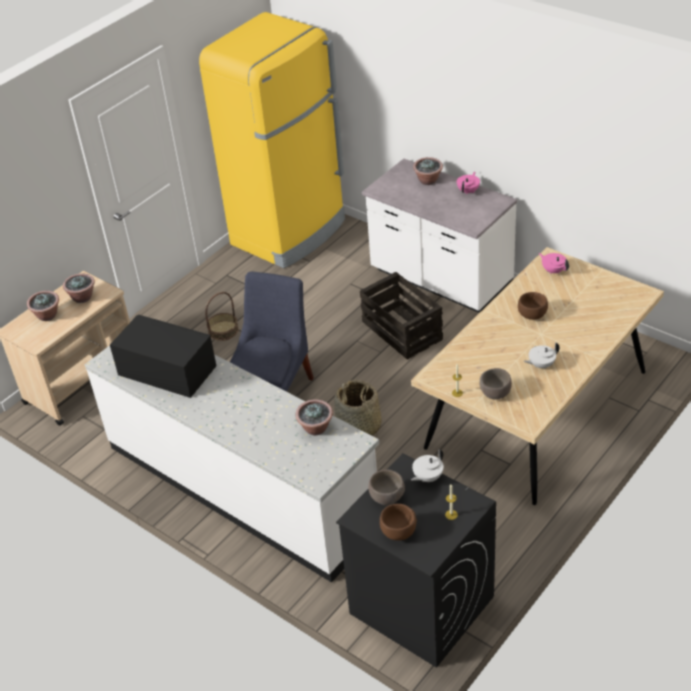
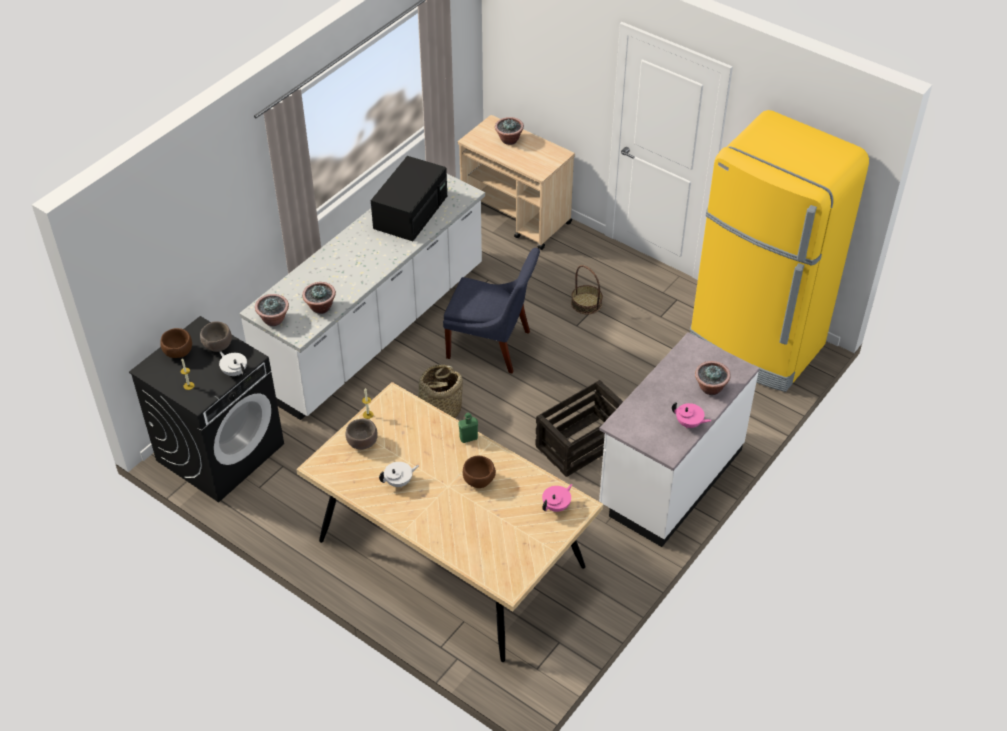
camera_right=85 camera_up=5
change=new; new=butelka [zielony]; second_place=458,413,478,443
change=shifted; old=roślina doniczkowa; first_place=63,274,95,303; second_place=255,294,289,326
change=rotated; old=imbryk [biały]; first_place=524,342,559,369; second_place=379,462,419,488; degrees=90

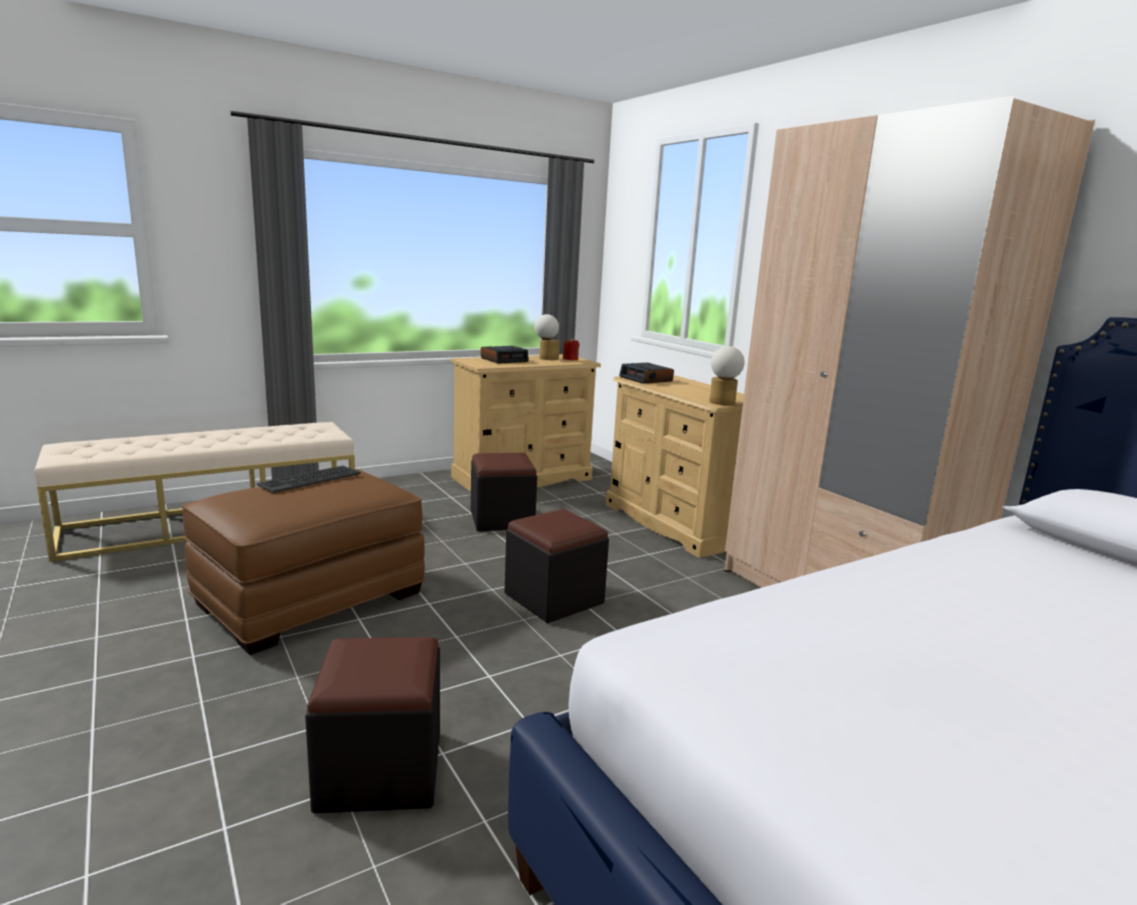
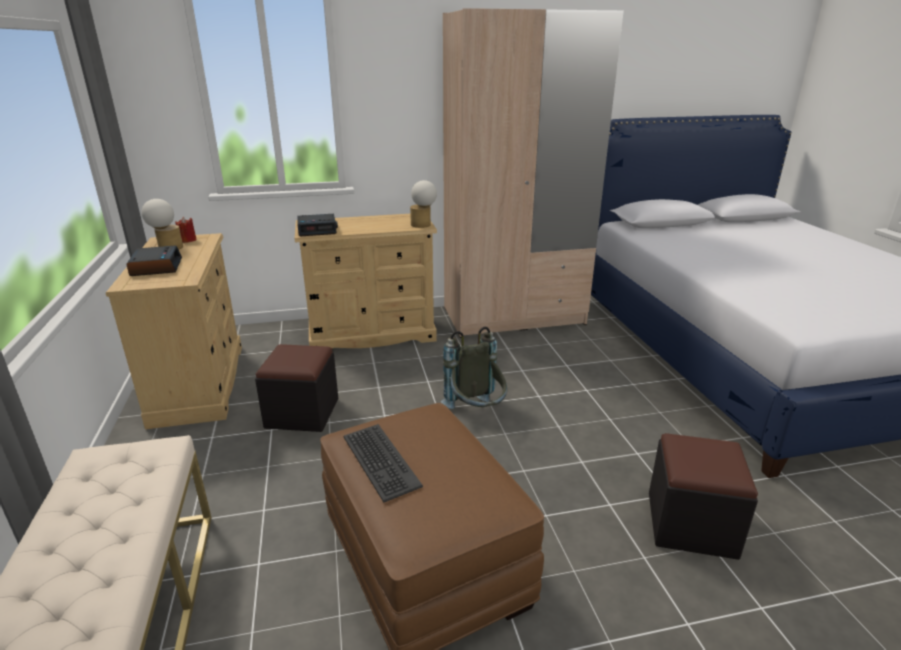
camera_right=-70 camera_up=10
change=swapped; old=pufa [czarny]; new=plecak [szary]; first_place=505,509,609,623; second_place=441,326,507,409

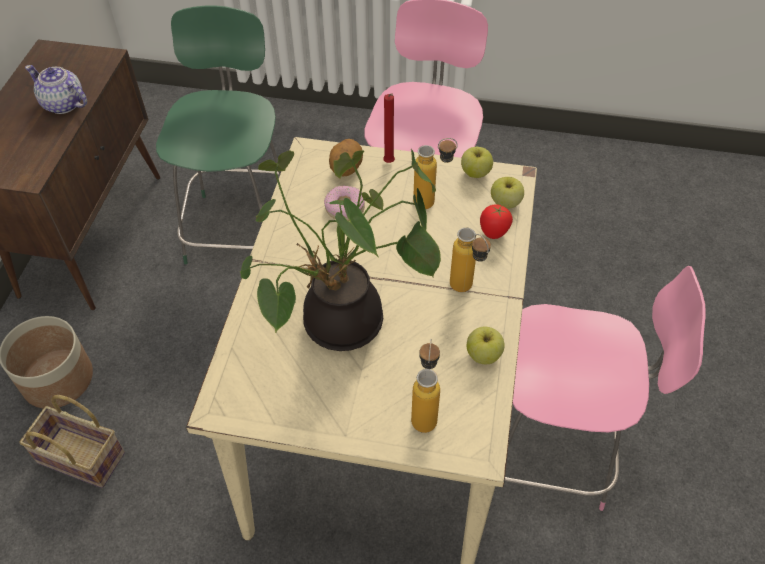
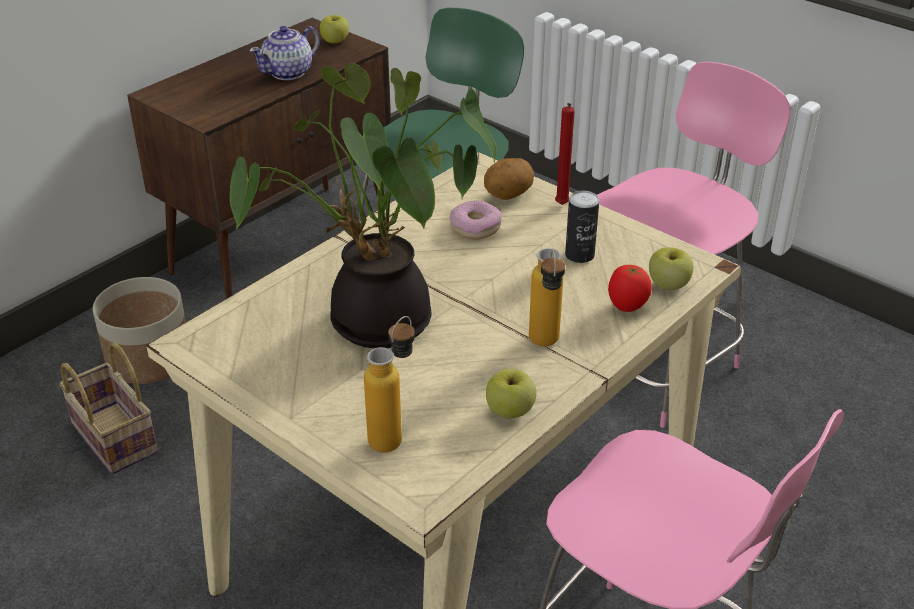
camera_right=30 camera_up=-15
change=shifted; old=jabłko; first_place=461,147,493,178; second_place=320,15,349,43
change=swapped; old=butelka; new=puszka; first_place=413,138,457,209; second_place=565,191,599,263
change=rotated; old=imbryk; first_place=25,65,87,114; second_place=249,26,320,80; degrees=-105

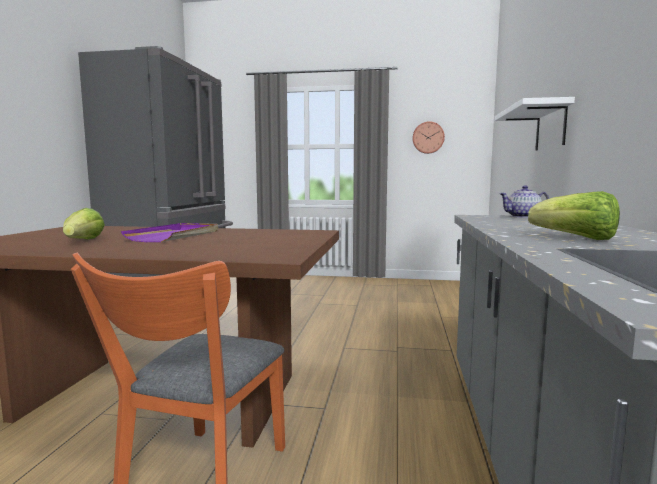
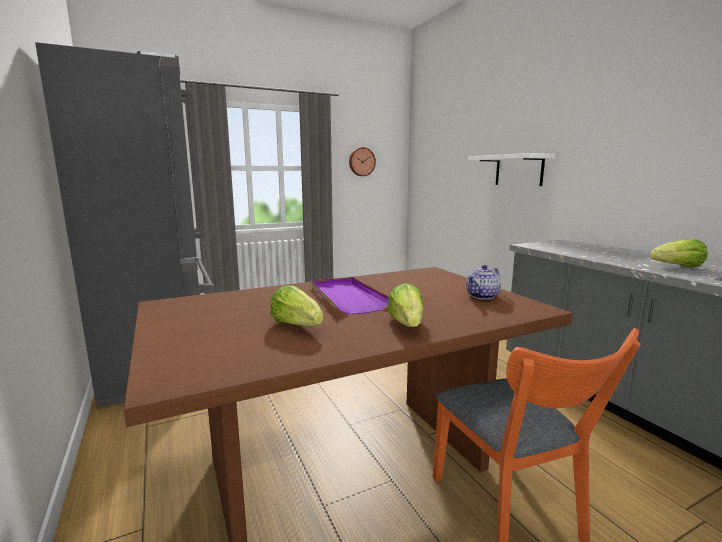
camera_right=-35 camera_up=5
change=new; new=sałata; second_place=387,283,423,327
change=shifted; old=imbryk; first_place=499,185,549,218; second_place=466,265,501,300

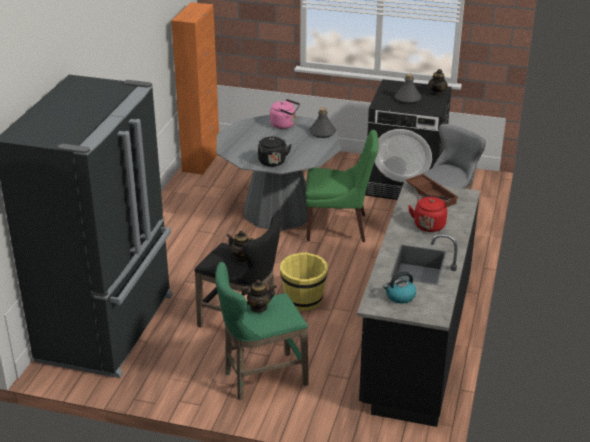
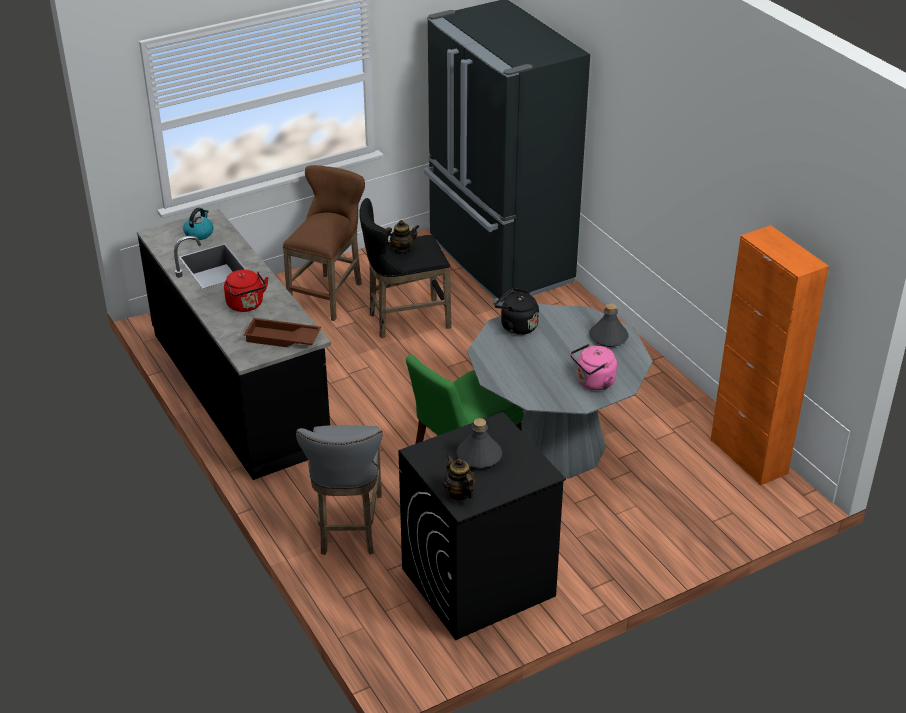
camera_right=135 camera_up=5
change=gone; old=imbryk; first_place=241,280,277,313
change=gone; old=wiadro [żółty]; first_place=280,253,328,311
change=shifted; old=butelka [szary]; first_place=309,107,336,138; second_place=589,303,629,347
change=repainted; old=stołek [zielony]; new=stołek [brązowy]; first_place=215,262,309,400; second_place=283,165,365,321

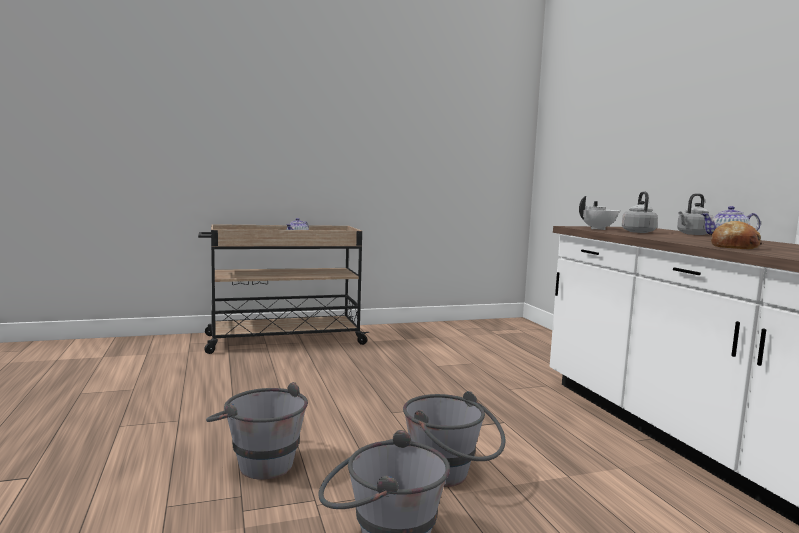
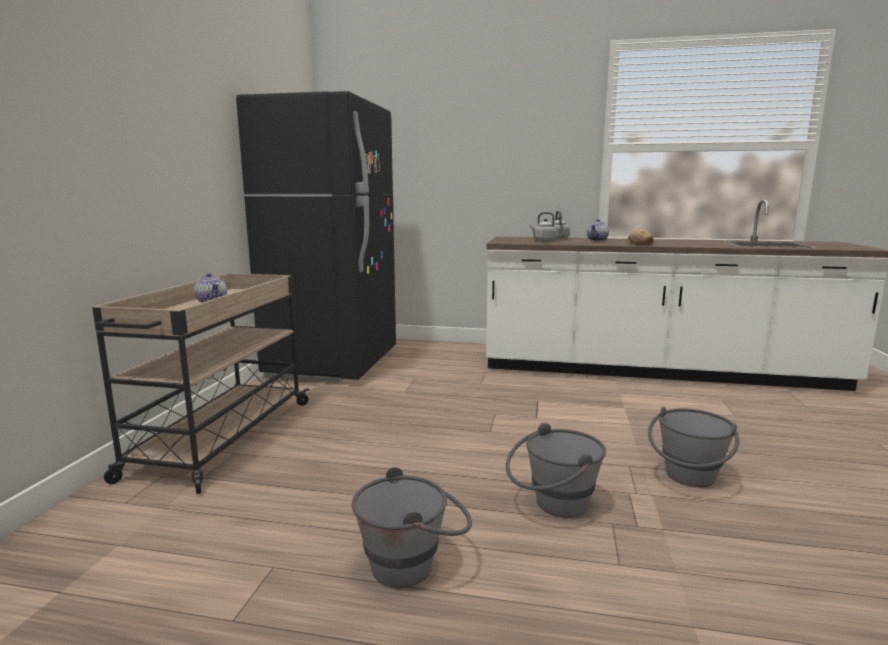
camera_right=-60 camera_up=5
change=gone; old=imbryk [biały]; first_place=579,196,621,230
change=new; new=lodówka [czarny]; second_place=236,91,396,383
change=shifted; old=wiadro [szary]; first_place=403,391,505,487; second_place=352,467,472,588

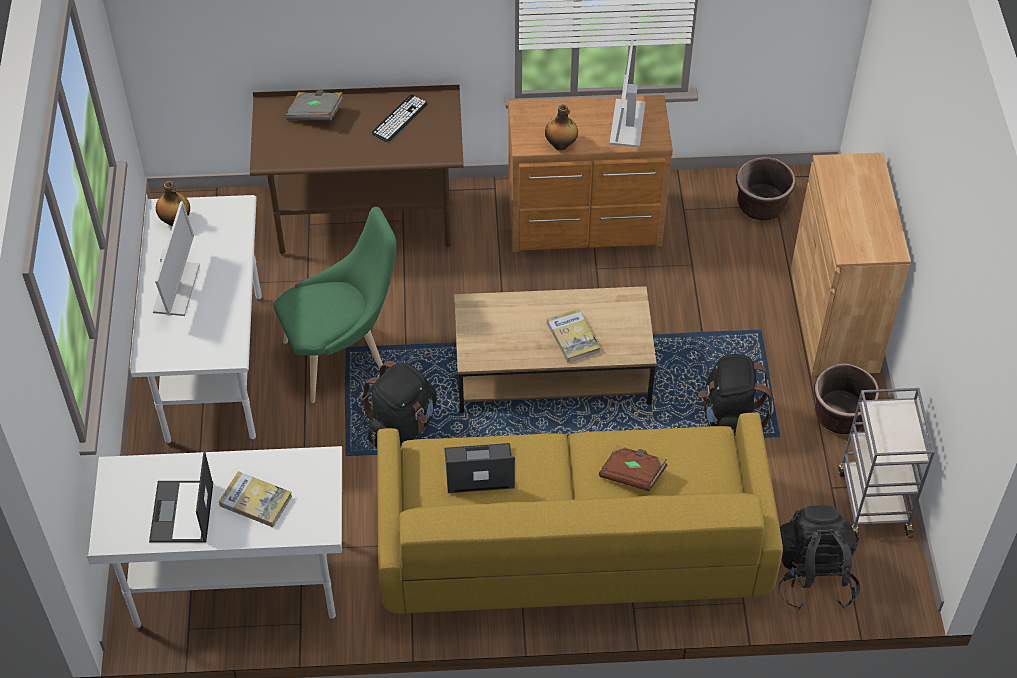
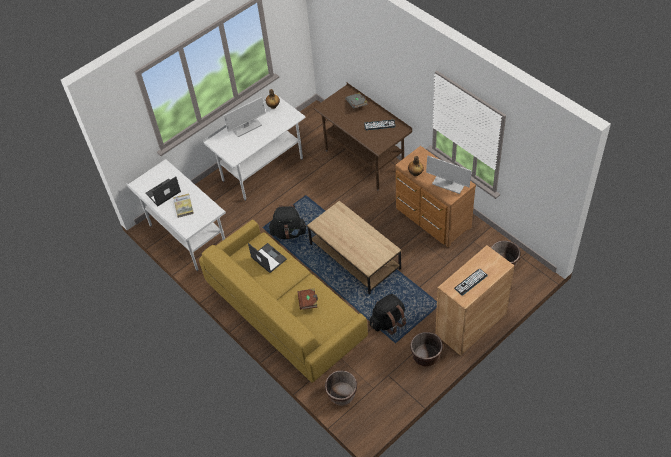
camera_right=55 camera_up=0
change=gone; old=krzesło [zielony]; first_place=274,207,397,403
change=gone; old=książka; first_place=547,308,600,362
change=gone; old=wózek [szary]; first_place=838,388,935,539
change=new; new=klawiatura; second_place=454,268,488,296
change=swapped; old=plecak [czarny]; new=donica [brązowy]; first_place=778,505,860,611; second_place=325,370,357,406
change=rotated; old=monitor; first_place=610,39,645,147; second_place=426,156,472,194; degrees=-120

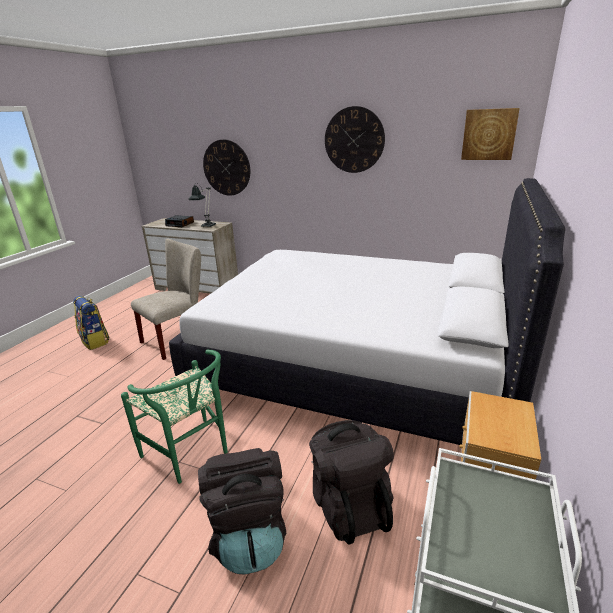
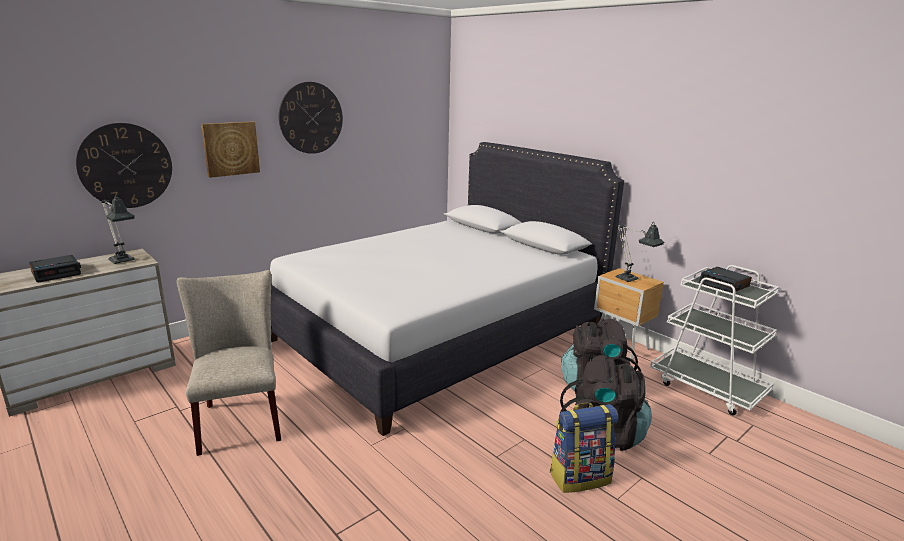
camera_right=-65 camera_up=-5
change=gone; old=krzesło [zielony]; first_place=121,349,228,484
change=new; new=lampa stołowa; second_place=615,224,664,282
change=new; new=budzik; second_place=699,267,752,293
change=shifted; old=plecak; first_place=73,296,110,350; second_place=550,403,618,493
change=shifted; old=obraz; first_place=461,108,520,160; second_place=201,121,260,178

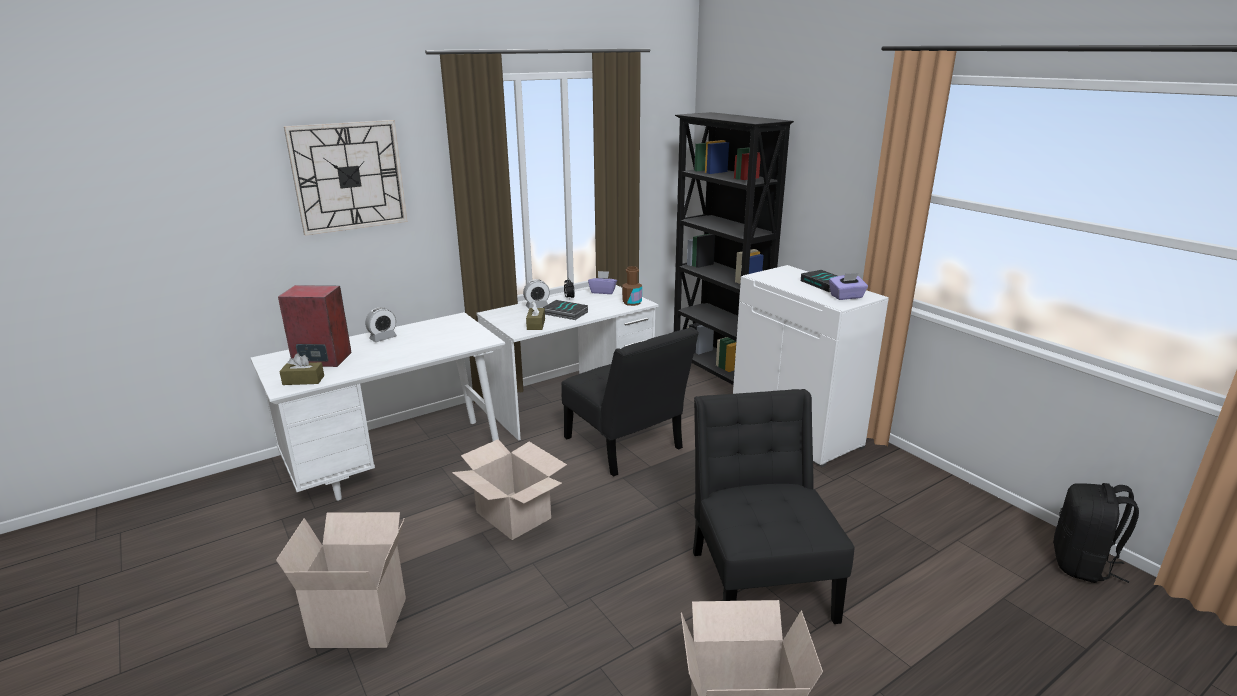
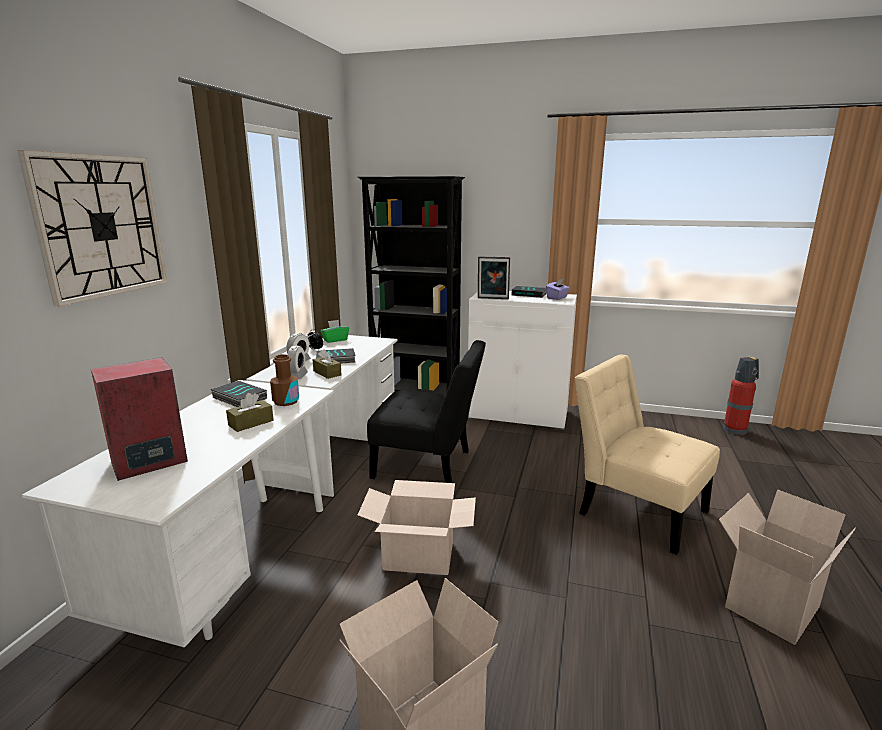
camera_right=-40 camera_up=-5
change=new; new=książka; second_place=211,381,267,407
change=new; new=ramka na zdjęcie; second_place=478,257,510,299
change=shifted; old=pudełko chusteczek [brązowy]; first_place=279,353,324,385; second_place=226,393,274,432
change=shifted; old=budzik; first_place=365,307,397,342; second_place=287,345,308,379
change=shifted; old=butelka [brązowy]; first_place=622,266,642,306; second_place=270,354,299,406
change=swapped; old=plecak [czarny]; new=gaśnica; first_place=1053,483,1139,583; second_place=723,357,759,435
change=repainted; old=pudełko chusteczek [fioletowy]; new=pudełko chusteczek [zielony]; first_place=588,271,617,294; second_place=320,320,349,343
change=repainted; old=krzesło [czarny]; new=krzesło [beżowy]; first_place=693,389,854,624; second_place=575,355,720,555

